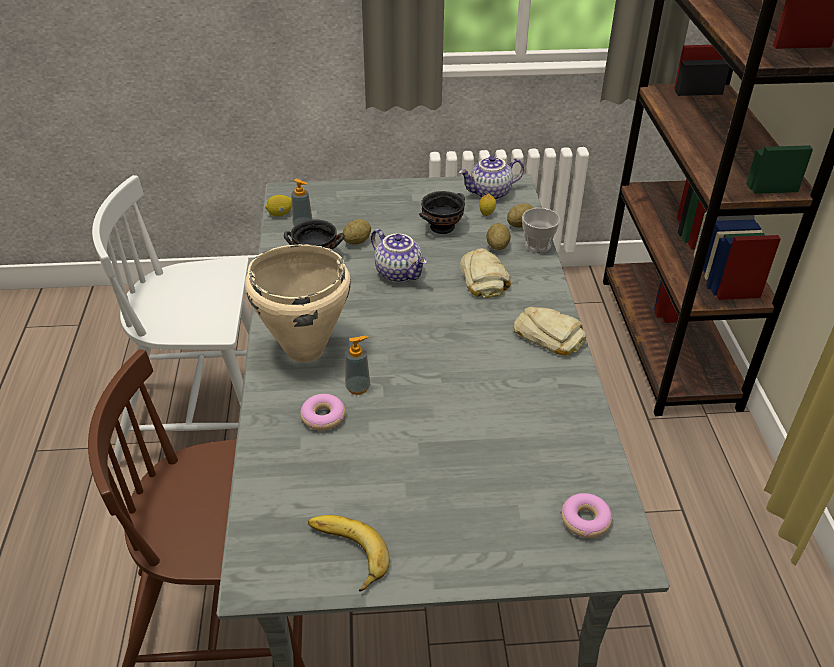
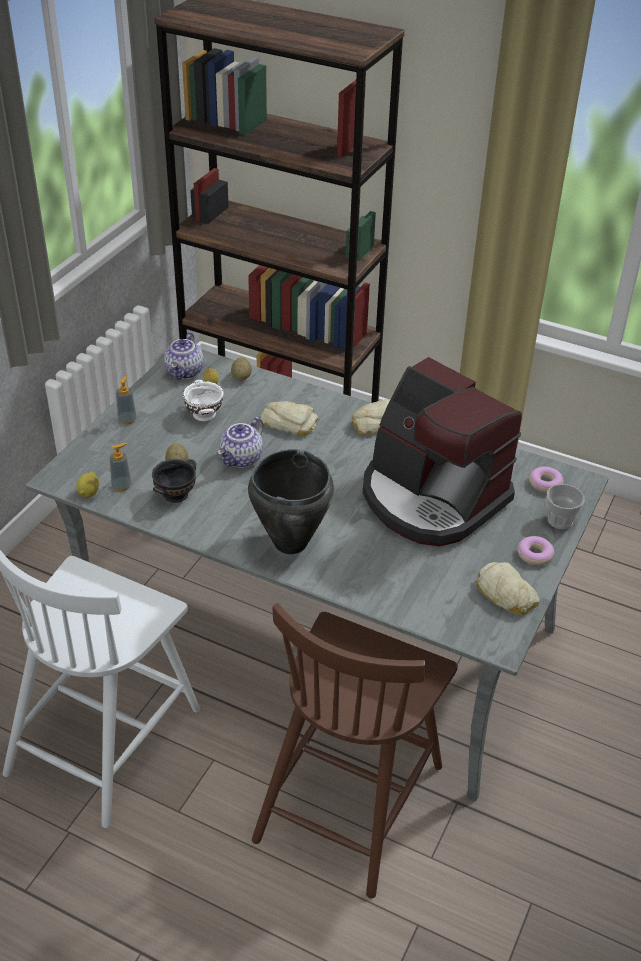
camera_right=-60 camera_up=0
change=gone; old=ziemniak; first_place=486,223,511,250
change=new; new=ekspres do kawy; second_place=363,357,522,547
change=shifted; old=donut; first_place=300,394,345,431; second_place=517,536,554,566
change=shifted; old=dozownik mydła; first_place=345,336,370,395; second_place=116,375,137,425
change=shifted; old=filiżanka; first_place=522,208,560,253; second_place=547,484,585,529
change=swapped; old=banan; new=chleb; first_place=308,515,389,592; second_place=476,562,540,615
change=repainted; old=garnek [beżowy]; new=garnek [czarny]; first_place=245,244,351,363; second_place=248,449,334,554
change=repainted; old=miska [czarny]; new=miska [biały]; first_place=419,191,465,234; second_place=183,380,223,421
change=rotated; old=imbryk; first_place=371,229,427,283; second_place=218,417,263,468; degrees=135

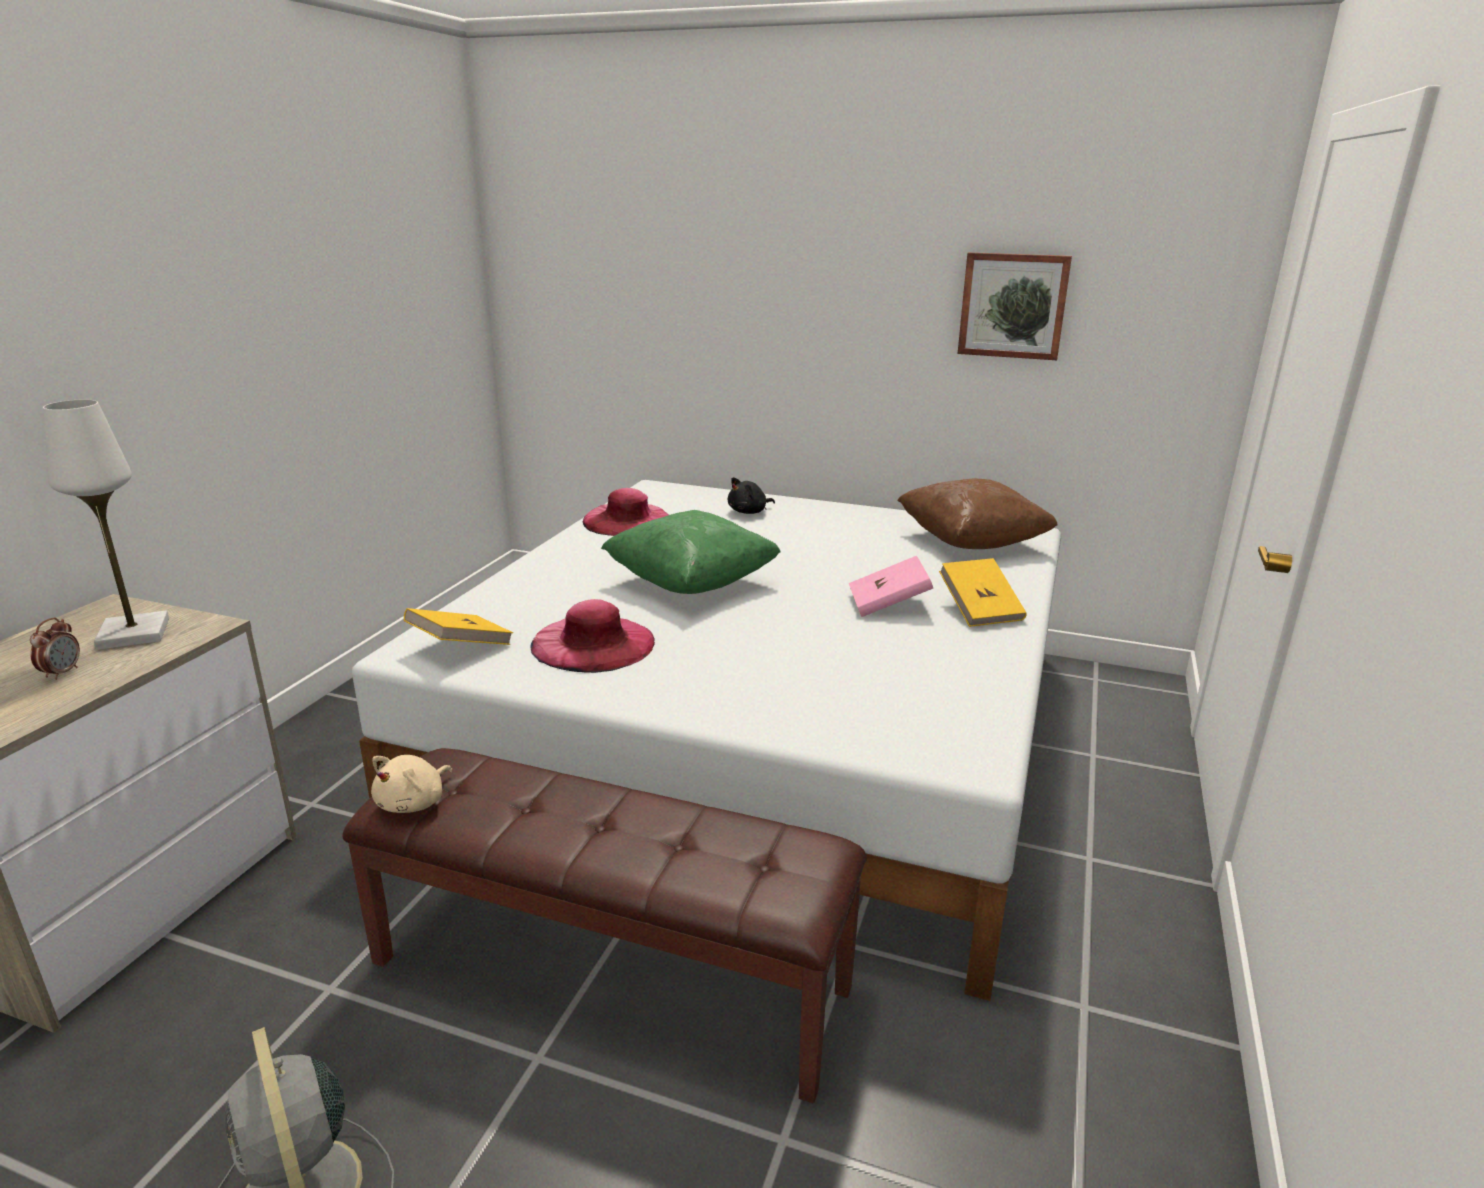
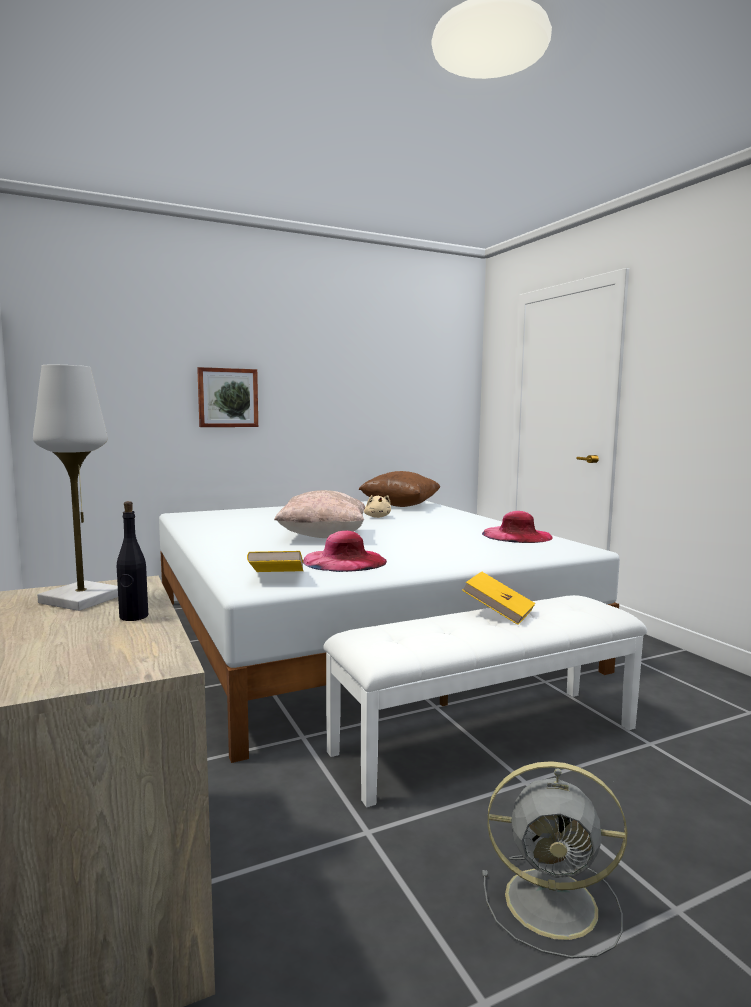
camera_right=-45 camera_up=-15
change=gone; old=budzik; first_place=30,618,80,680
change=gone; old=pluszak [czarny]; first_place=728,477,775,514
change=gone; old=książka [różowy]; first_place=849,556,933,617
change=new; new=butelka [czarny]; second_place=117,501,148,621
change=shifted; old=pluszak [beżowy]; first_place=371,755,452,813; second_place=364,495,391,518
change=shifted; old=kapelusz [różowy]; first_place=583,488,669,536; second_place=482,511,553,543
change=shifted; old=książka [żółty]; first_place=939,558,1027,627; second_place=462,572,535,625
change=shifted; old=obraz; first_place=957,252,1072,360; second_place=197,367,258,427
change=repainted; old=ławka [brązowy]; new=ławka [biały]; first_place=343,748,867,1104; second_place=323,595,647,807
change=repainted; old=poduszka [zielony]; new=poduszka [beżowy]; first_place=601,510,781,594; second_place=274,490,365,538

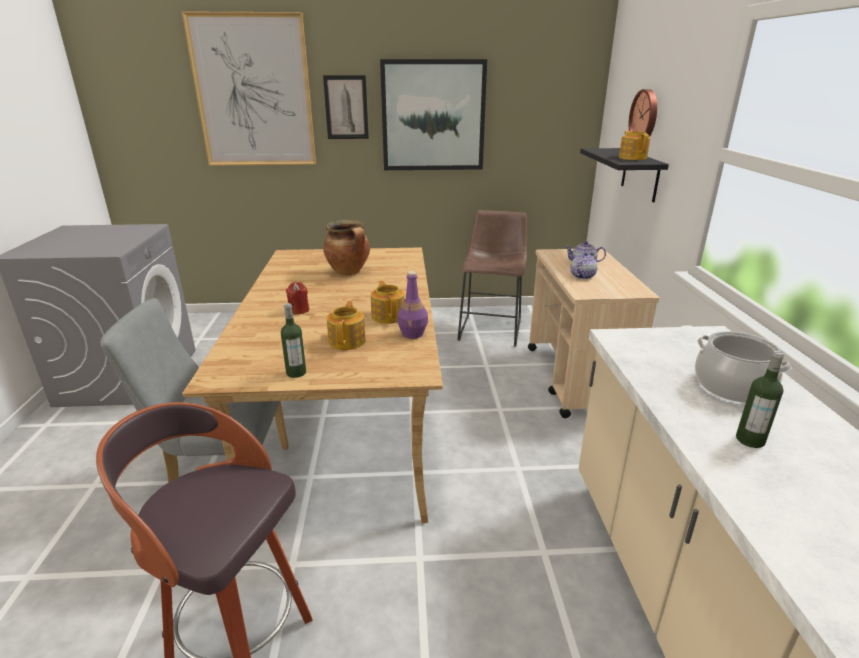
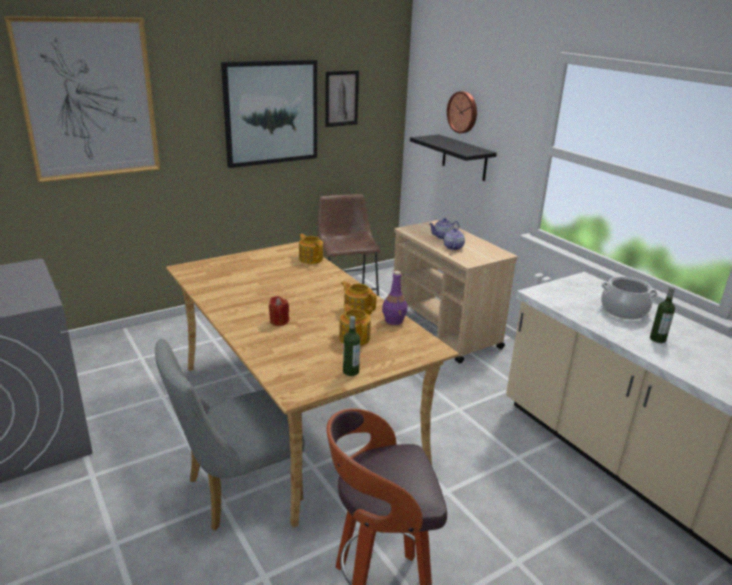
camera_right=-30 camera_up=0
change=gone; old=garnek; first_place=323,220,370,275
change=shifted; old=obraz; first_place=323,75,369,139; second_place=325,70,359,127
change=shifted; old=imbryk; first_place=619,131,650,160; second_place=299,234,323,264

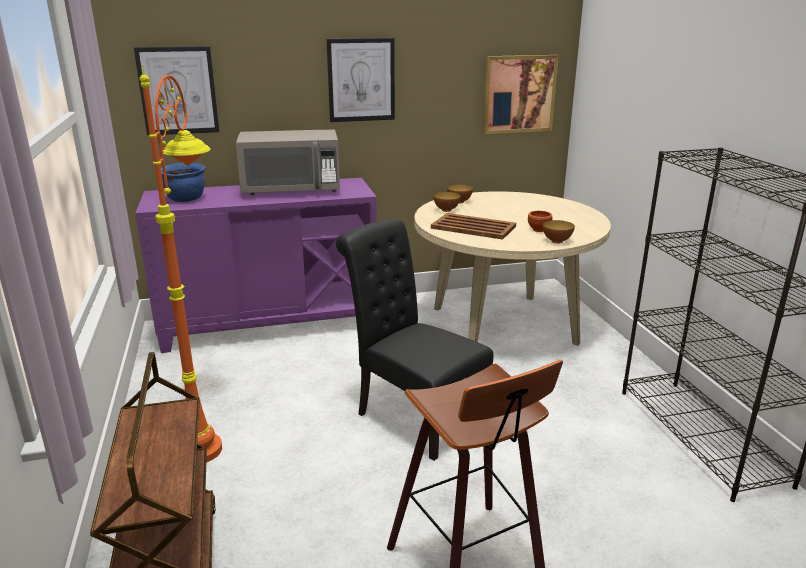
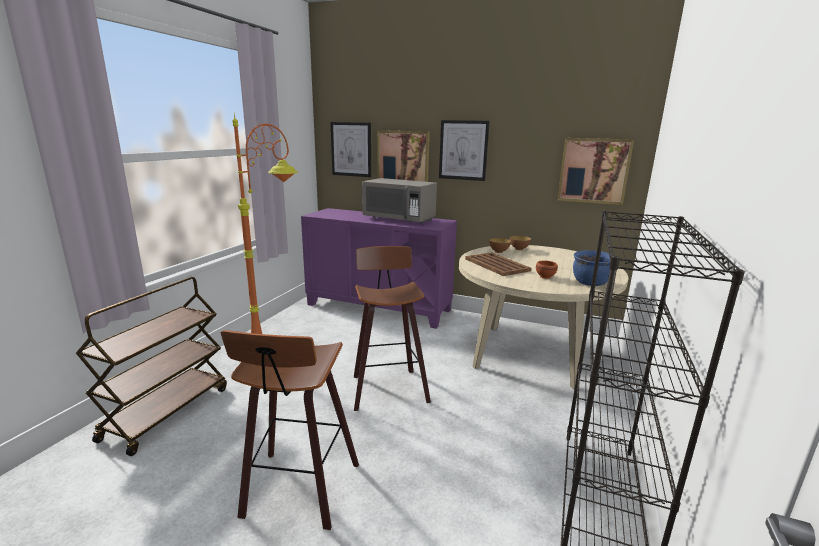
camera_right=35 camera_up=-5
change=gone; old=miska; first_place=543,220,575,244
change=new; new=obraz; second_place=377,130,430,182
change=shifted; old=garnek [niebieski]; first_place=161,163,205,202; second_place=573,250,610,286
change=swapped; old=krzesło [czarny]; new=stołek; first_place=336,218,493,461; second_place=354,246,431,411

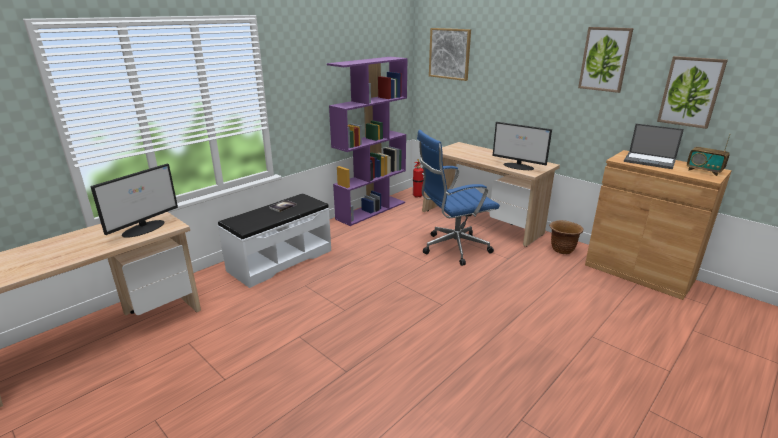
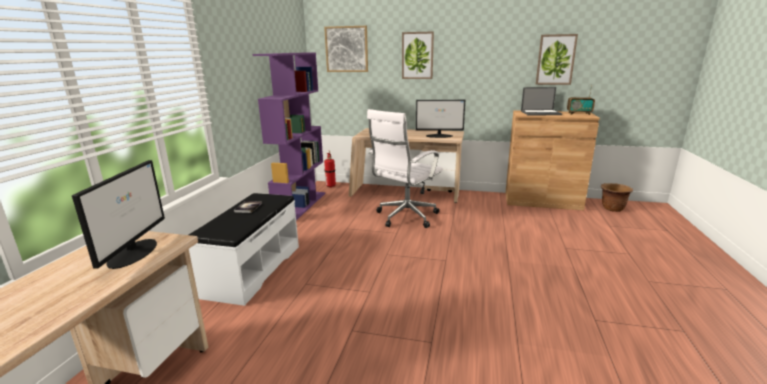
camera_right=-30 camera_up=-5
change=shifted; old=donica [brązowy]; first_place=549,220,583,254; second_place=601,183,633,212
change=shifted; old=obraz; first_place=578,27,634,93; second_place=402,32,434,79
change=repainted; old=krzesło biurowe [niebieski]; new=krzesło biurowe [biały]; first_place=417,130,500,266; second_place=367,109,443,228

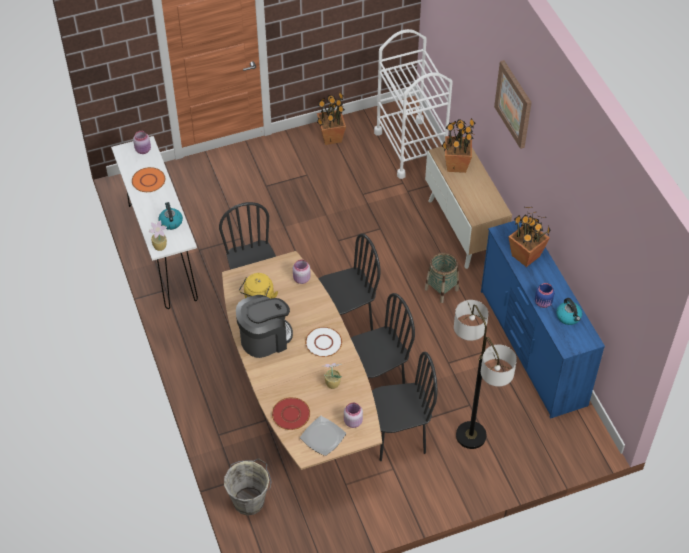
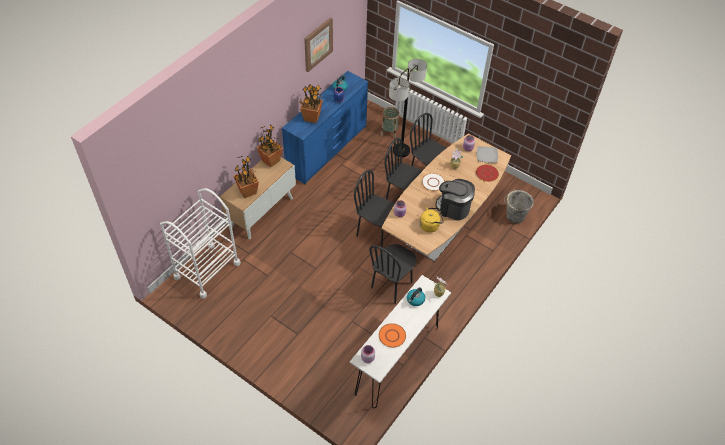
camera_right=-125 camera_up=0
change=shifted; old=roślina doniczkowa; first_place=317,92,346,145; second_place=256,125,283,168
change=shifted; old=koszyk; first_place=425,252,459,303; second_place=381,107,399,138
change=shifted; old=obraz; first_place=494,60,532,149; second_place=304,18,333,72

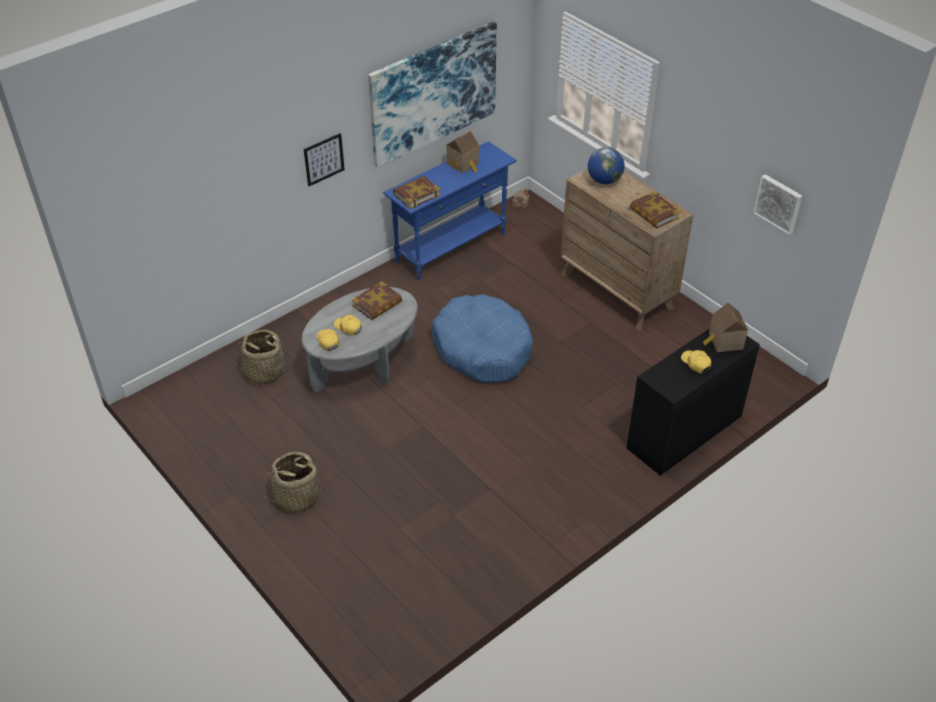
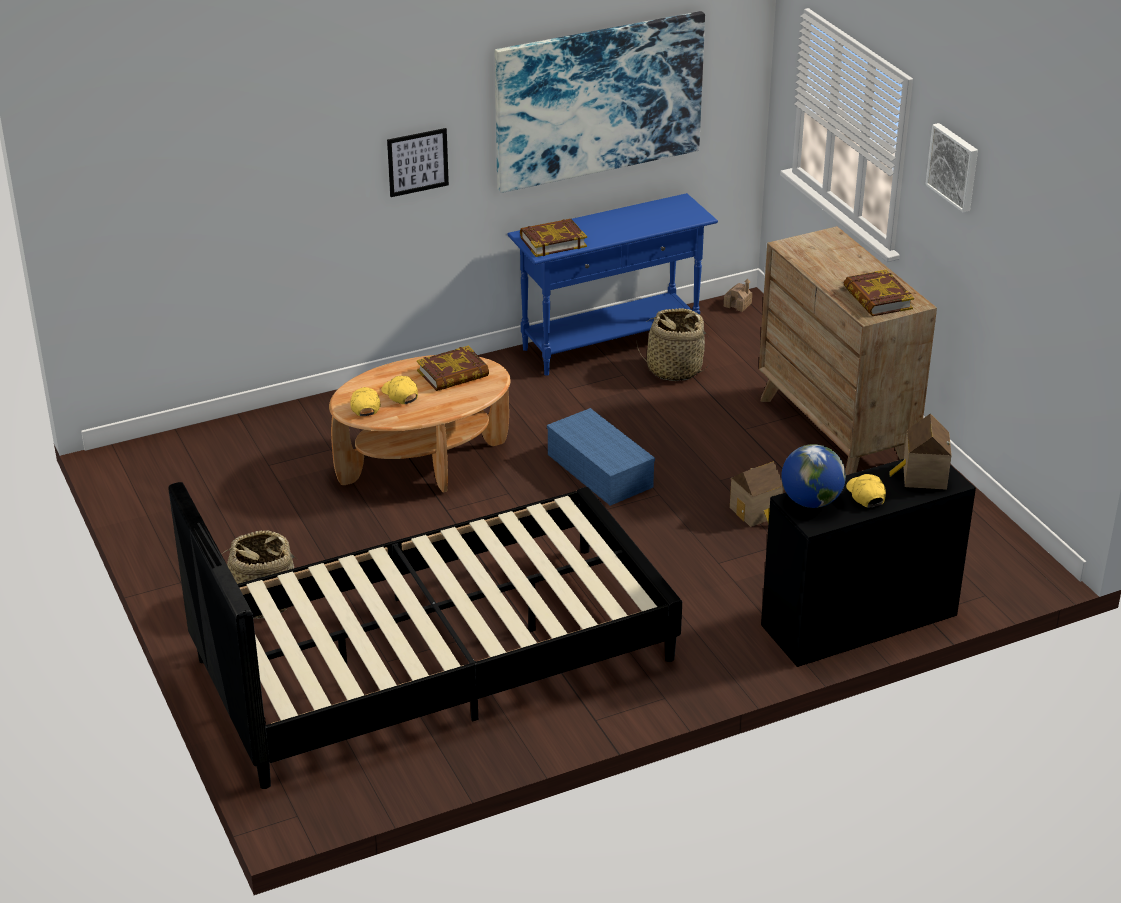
camera_right=15 camera_up=-10
change=new; new=łóżko [czarny]; second_place=169,482,682,789
change=shifted; old=koszyk; first_place=233,330,289,384; second_place=637,308,709,381
change=shifted; old=domek; first_place=446,131,479,173; second_place=730,461,784,527
change=shifted; old=globus; first_place=588,147,625,184; second_place=781,444,846,508
change=shifted; old=obraz; first_place=753,174,802,235; second_place=925,123,978,213
change=swapped; old=legowisko [niebieski]; new=pojemnik do przechowywania [niebieski]; first_place=432,294,533,383; second_place=547,408,655,506
change=repainted; old=ława [szary]; new=ława [brązowy]; first_place=301,287,418,392; second_place=329,355,511,493

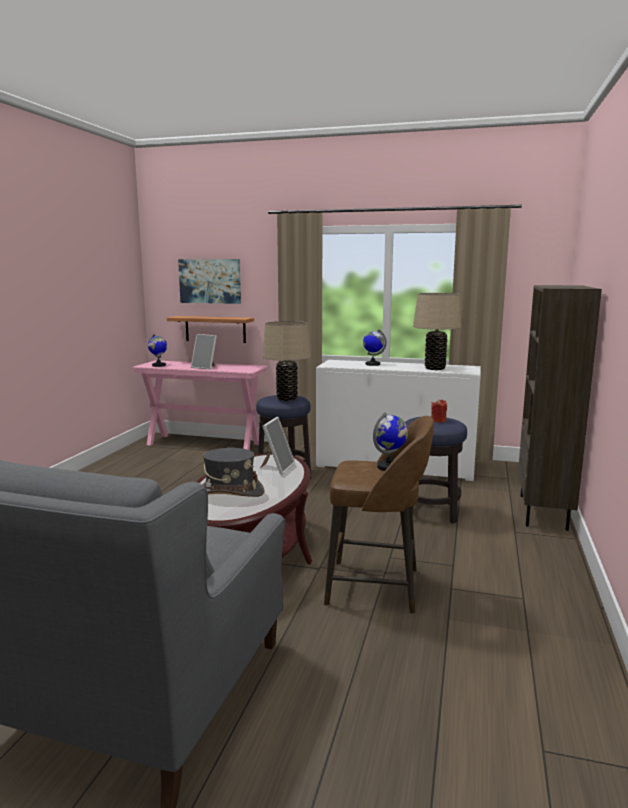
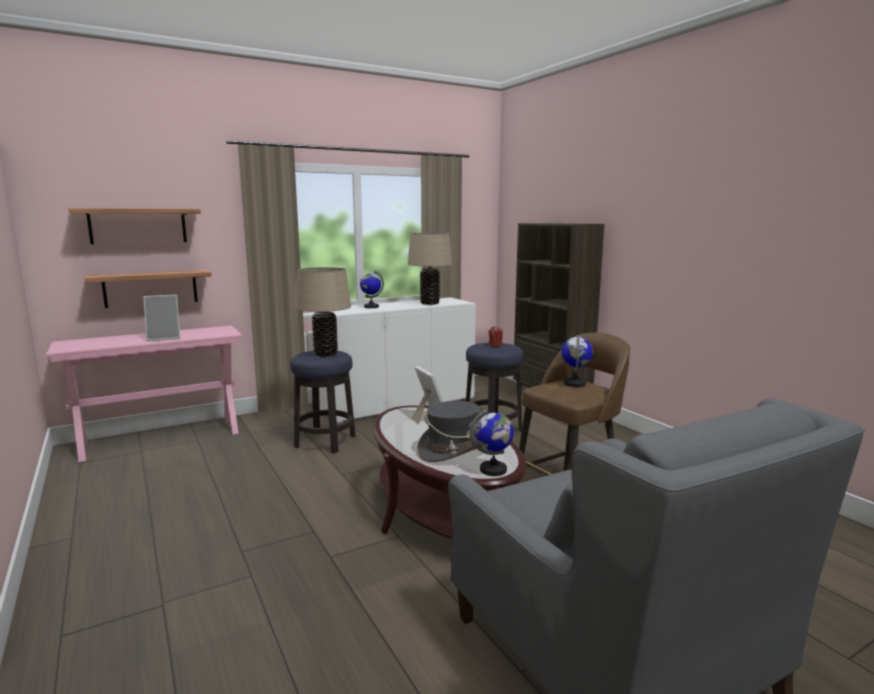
camera_right=-45 camera_up=0
change=shifted; old=globus; first_place=148,333,167,367; second_place=469,409,514,476
change=swapped; old=obraz; new=półka; first_place=178,259,241,304; second_place=68,208,201,244

